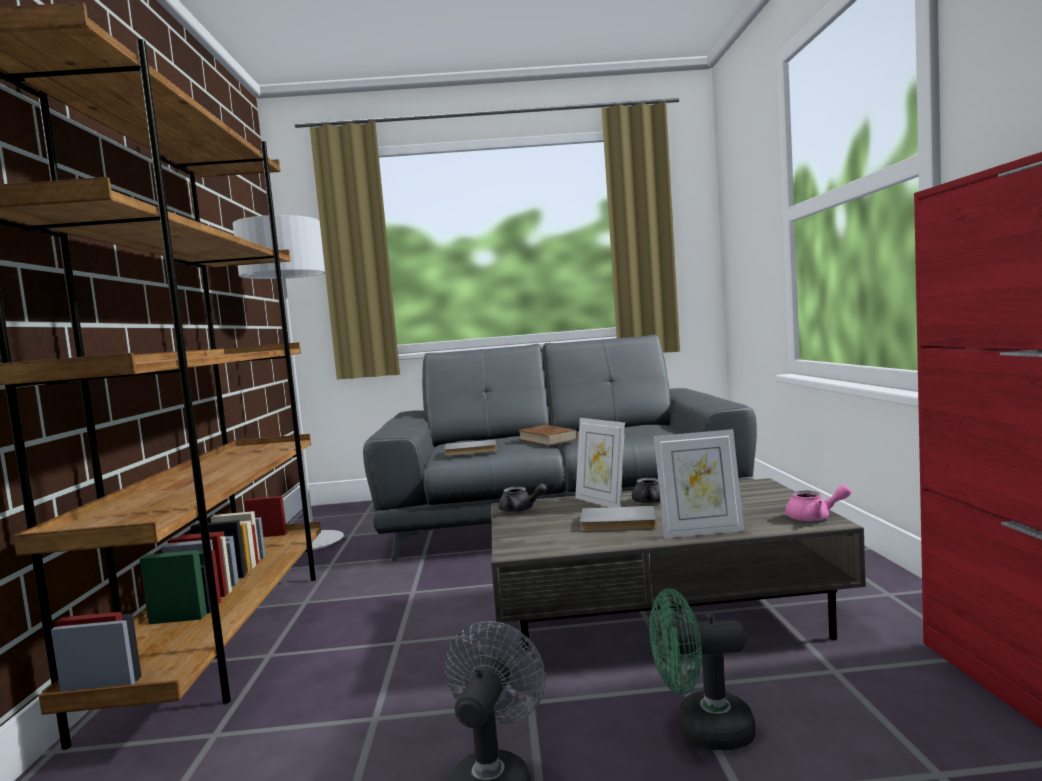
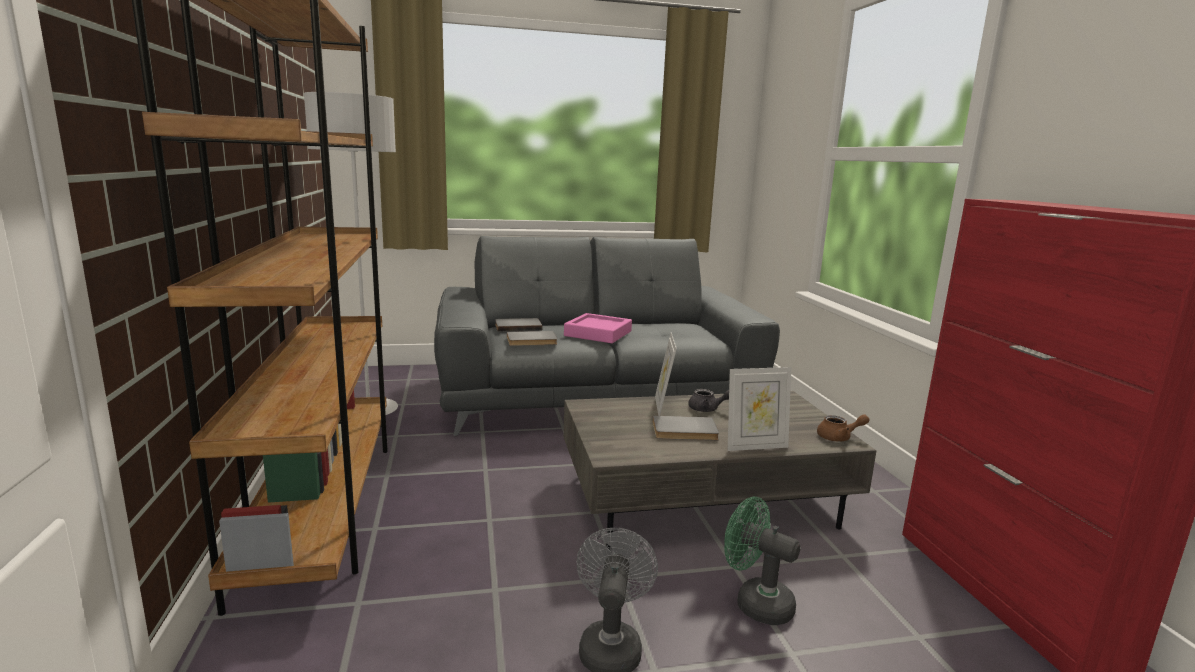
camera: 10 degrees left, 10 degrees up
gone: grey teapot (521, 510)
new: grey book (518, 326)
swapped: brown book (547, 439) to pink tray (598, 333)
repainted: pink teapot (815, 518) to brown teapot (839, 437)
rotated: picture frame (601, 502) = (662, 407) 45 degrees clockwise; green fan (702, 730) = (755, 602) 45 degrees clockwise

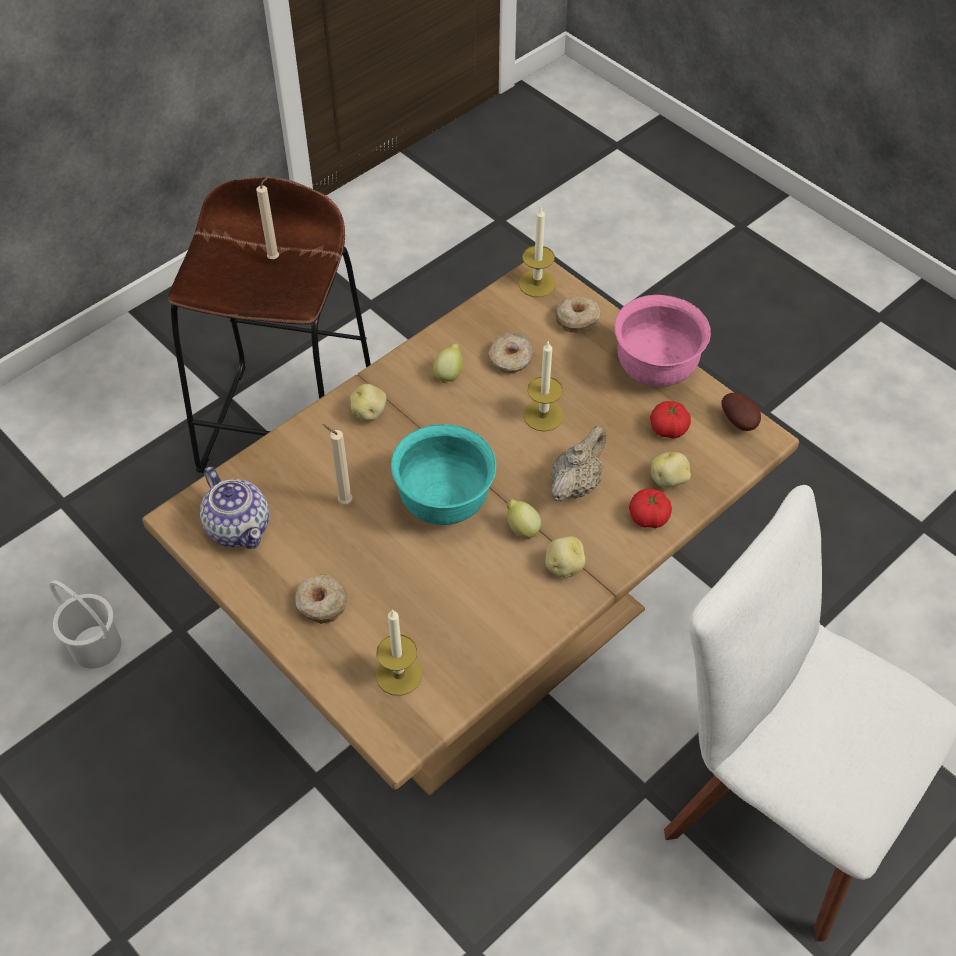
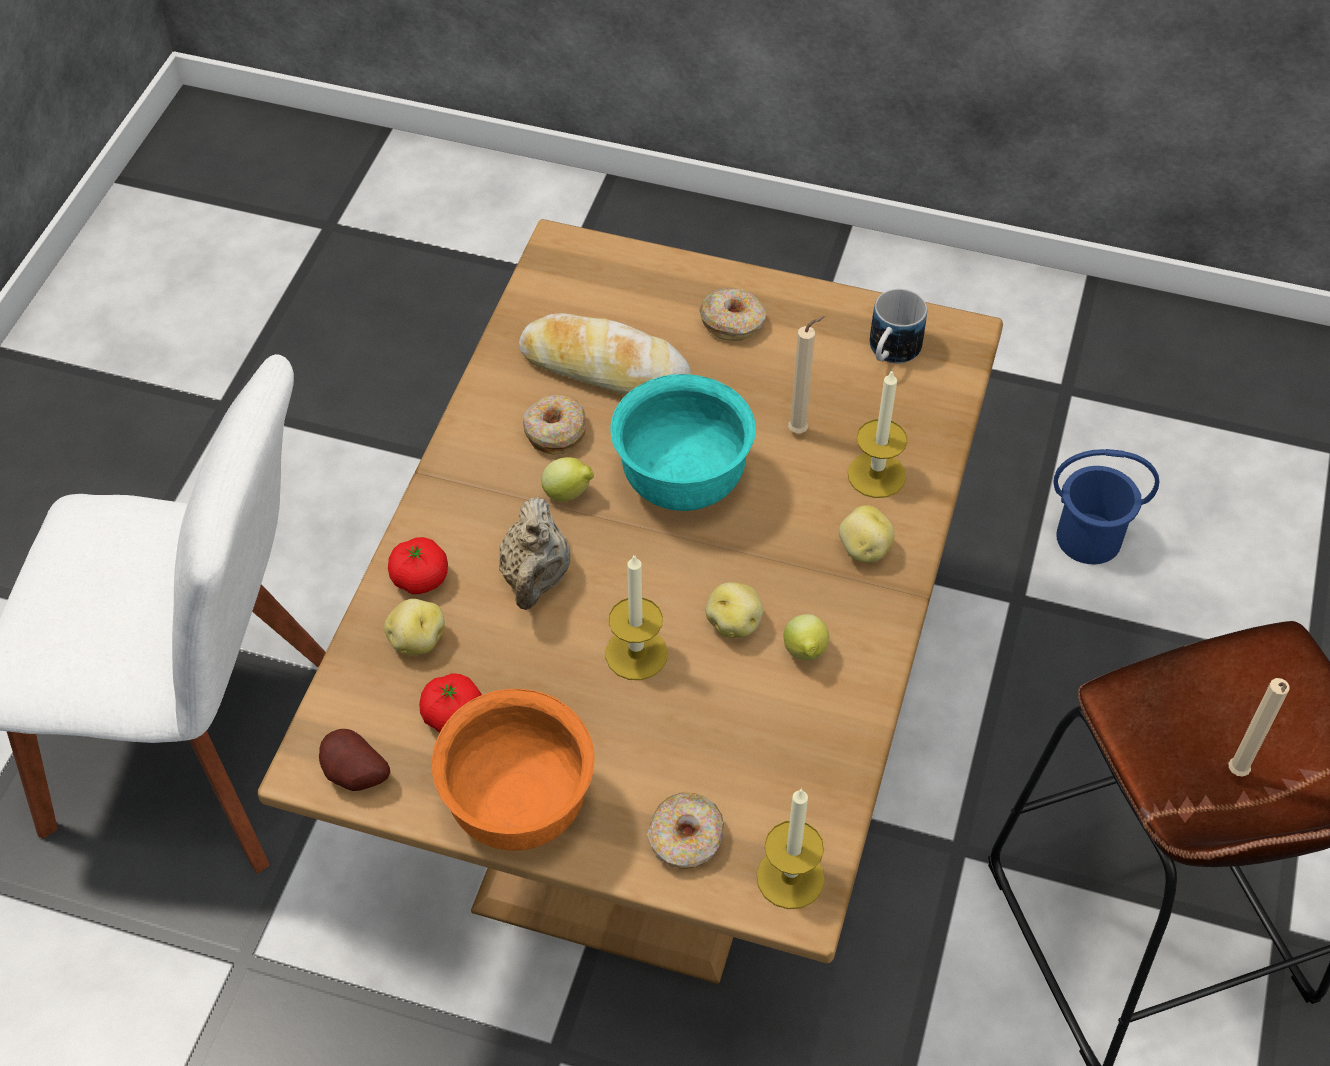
camera: 150 degrees right, 0 degrees up
new: bread (604, 368)
shifted: candle (399, 674) to (876, 475); donut (511, 359) to (555, 431); potato (563, 566) to (734, 623)
swapped: teapot (238, 526) to mug (890, 353)
repainted: white bucket (96, 645) to blue bucket (1089, 539); pink bowl (656, 369) to orange bowl (518, 807)

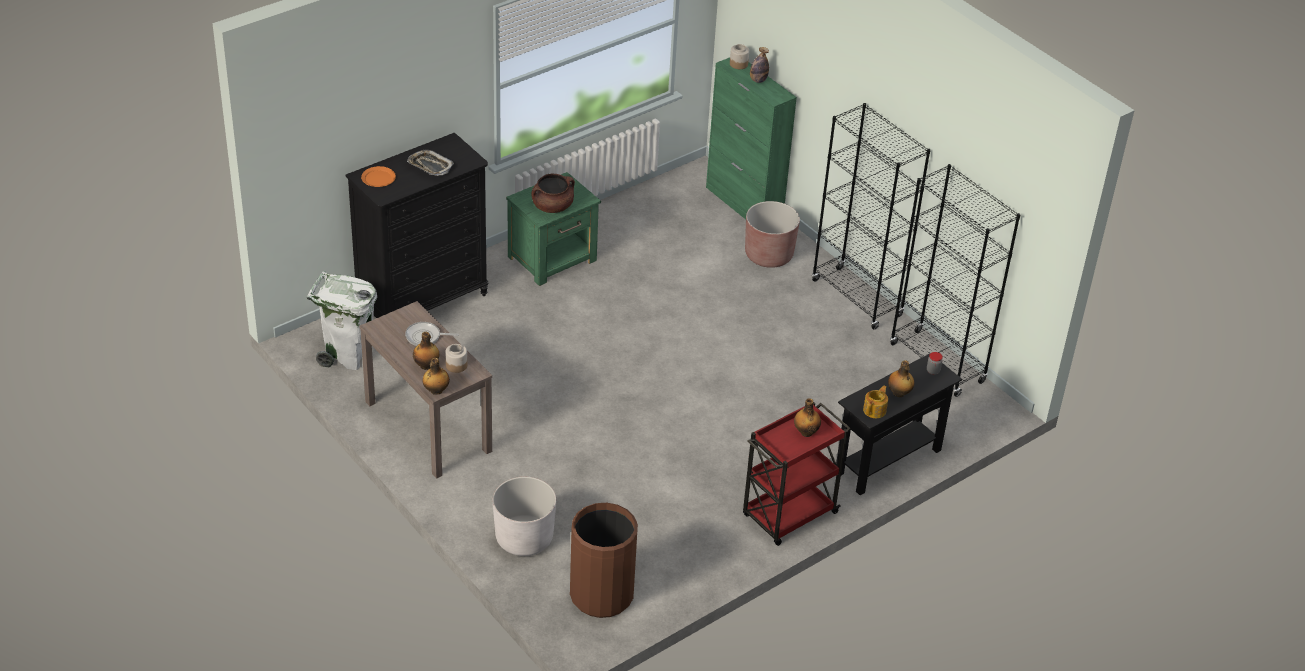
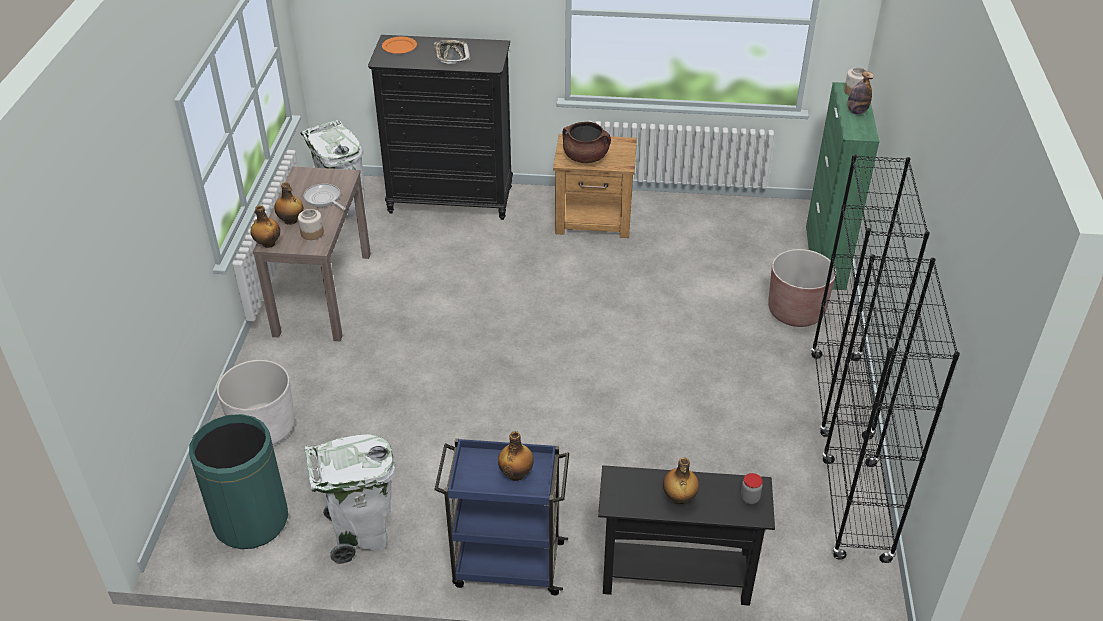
camera: 45 degrees right, 0 degrees up
gone: teapot (875, 410)
new: white trash can (361, 534)
repainted: green nightstand (553, 258) to brown nightstand (594, 219); brown trash can (601, 595) to green trash can (251, 521); red cart (788, 515) to blue cart (506, 564)

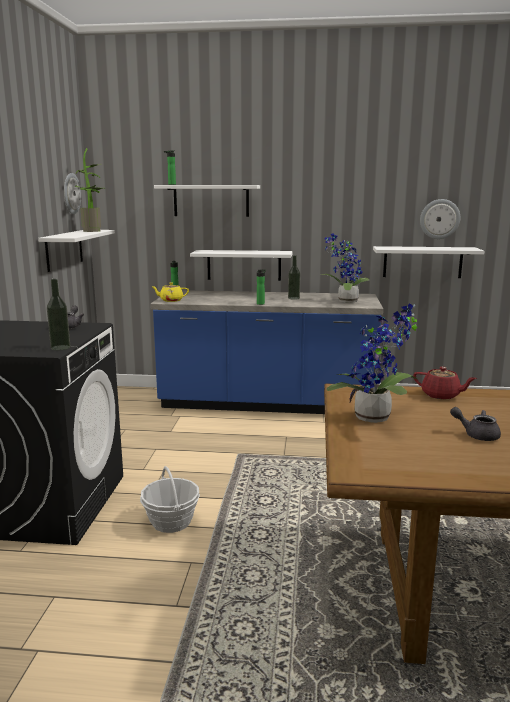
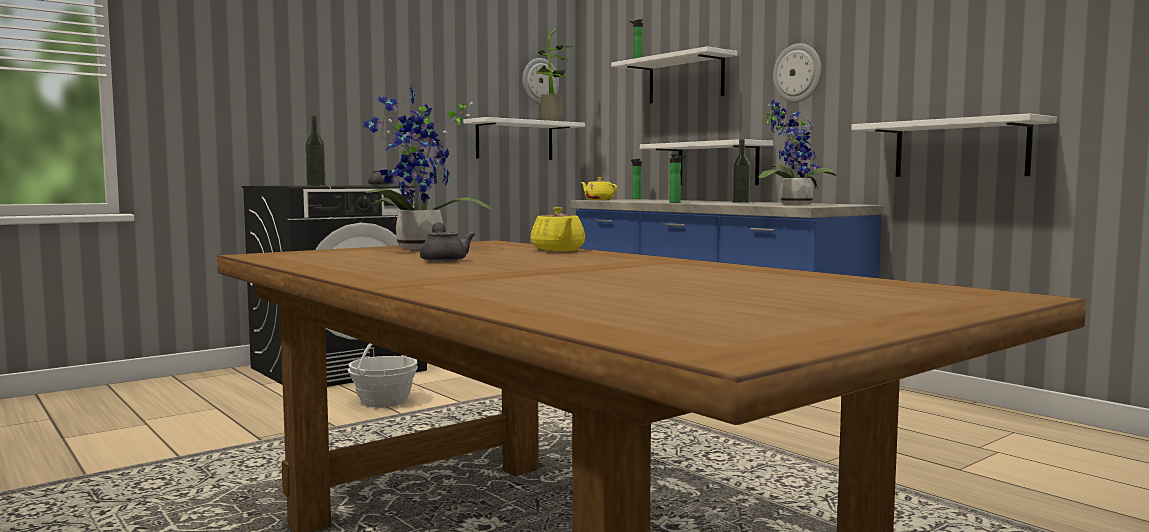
camera: 45 degrees right, 10 degrees down
shifted: wall clock (439, 219) to (798, 73)
repainted: red teapot (441, 395) to yellow teapot (558, 250)

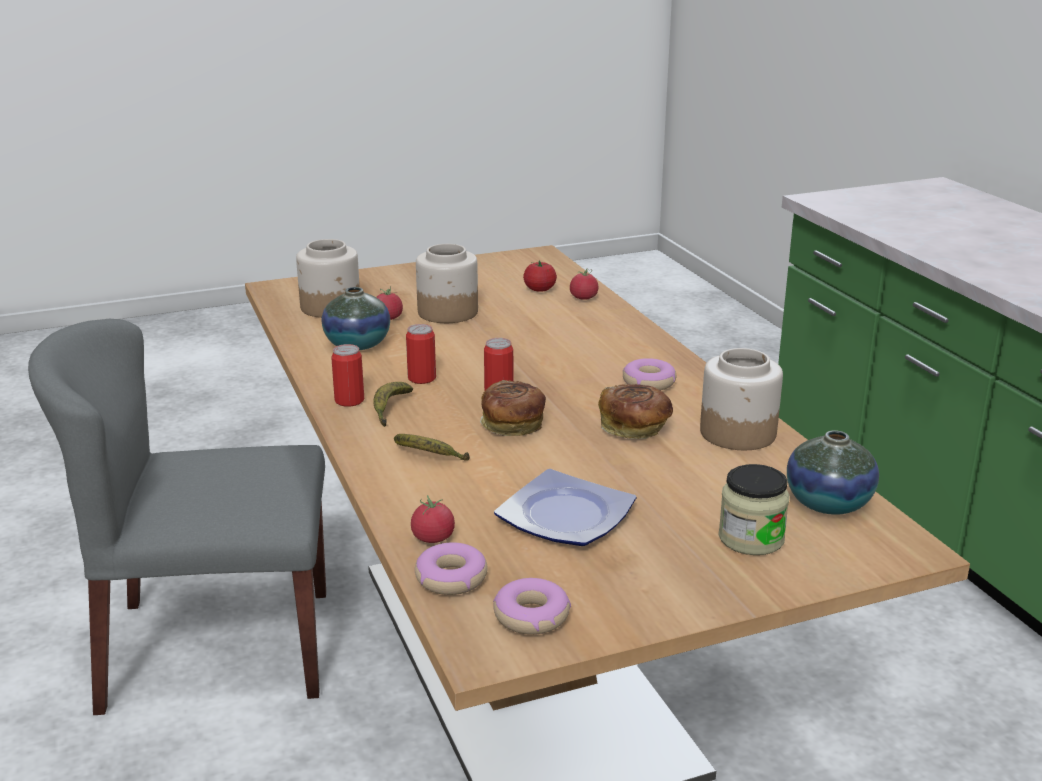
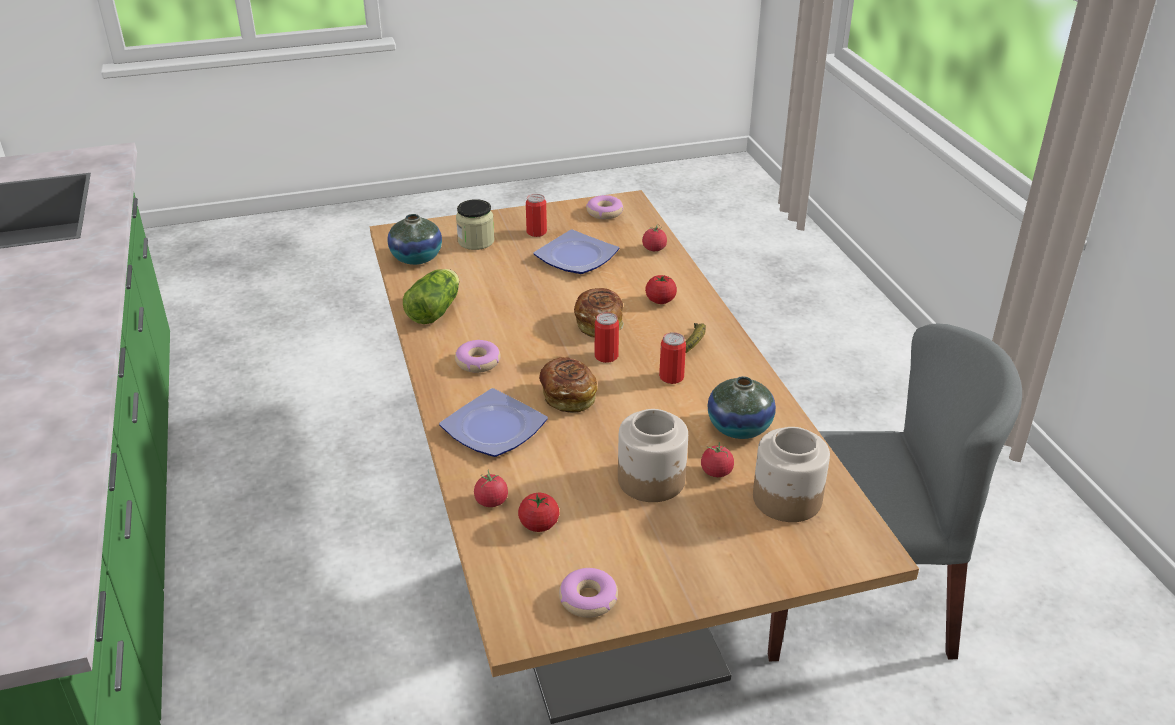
camera: 175 degrees left, 10 degrees up
new: plate (491, 429)
shifted: can (349, 400) to (536, 232); donut (451, 578) to (588, 599); bread (634, 428) to (568, 396)
swapped: banana (428, 457) to tomato (660, 300); jar (738, 433) to lettuce (436, 309)

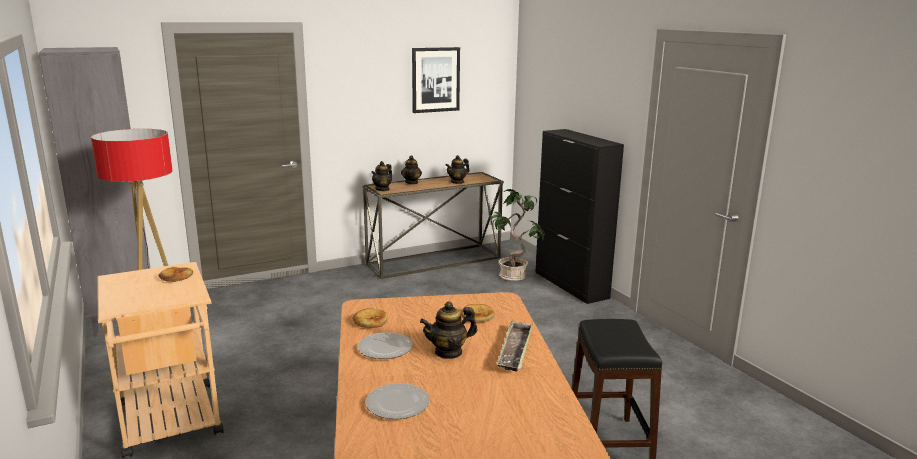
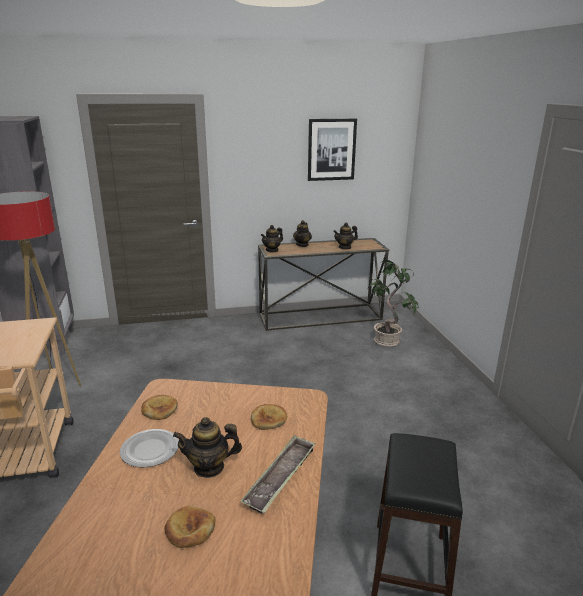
camera: 15 degrees right, 5 degrees up
gone: plate (398, 403); black cabinet (571, 285)
shifted: bread (176, 277) to (190, 529)

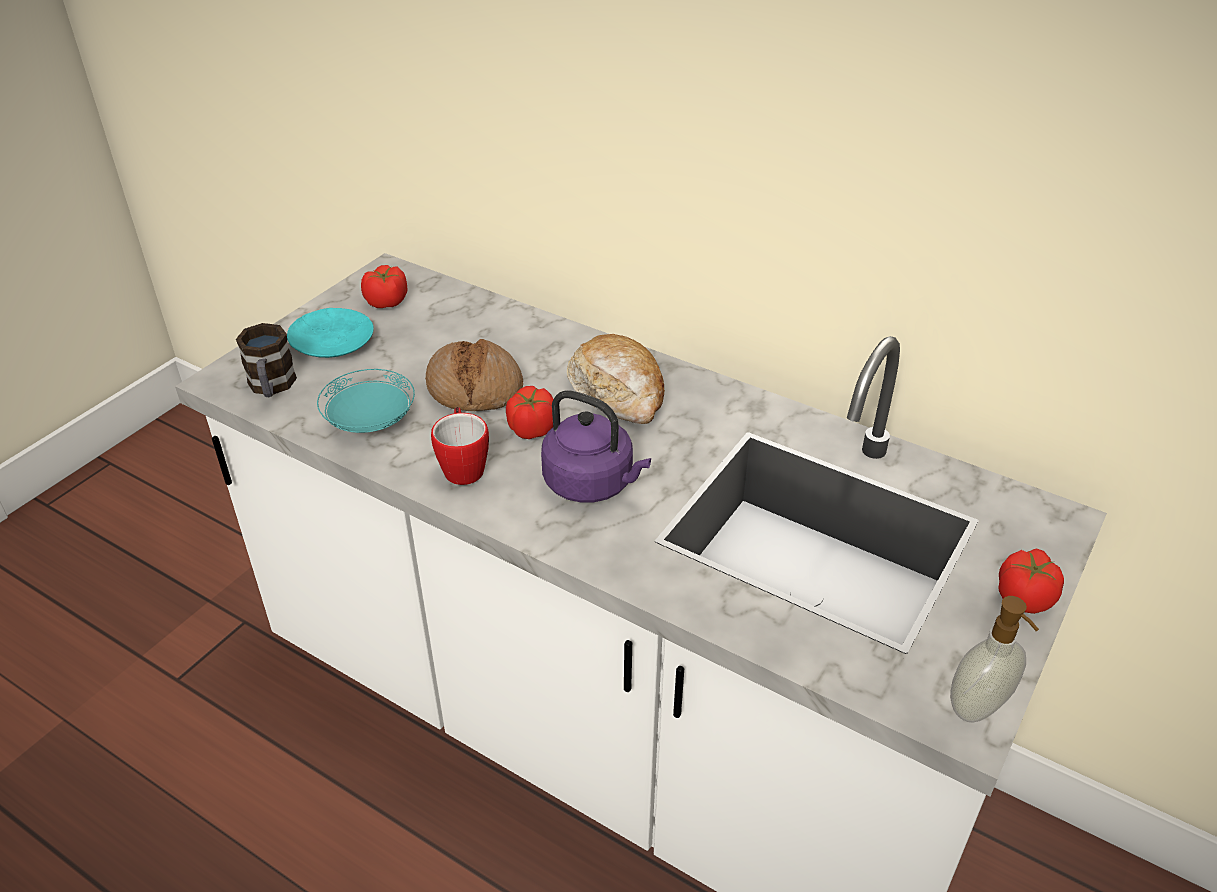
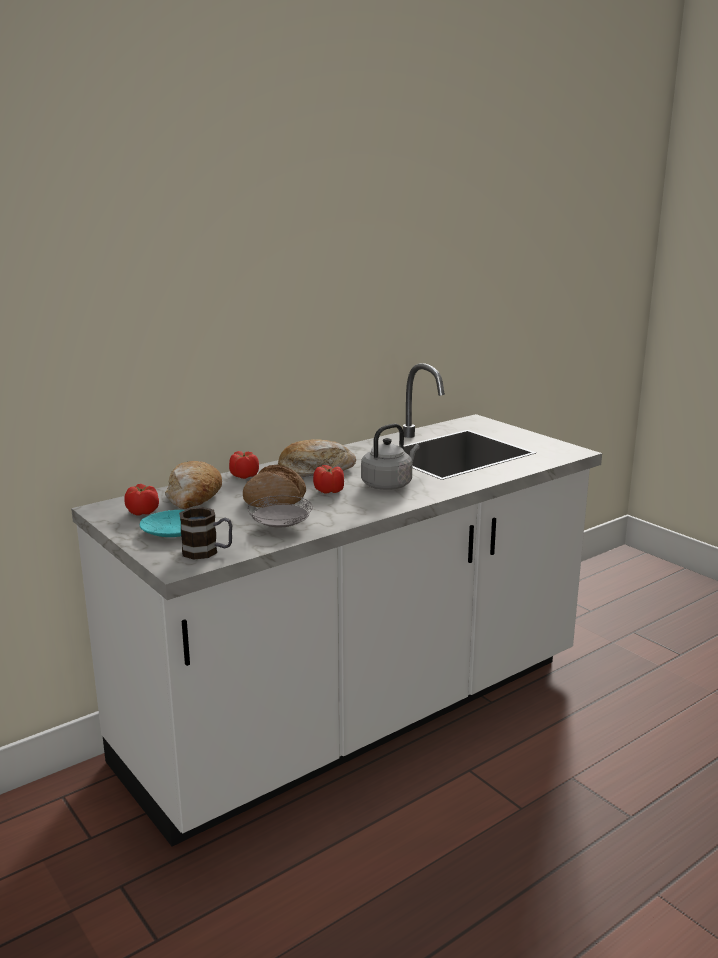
camera: 70 degrees left, 20 degrees down
gone: mug (463, 466); soap dispenser (979, 708)
new: bread (193, 497)
shifted: tomato (1024, 597) to (244, 476)
repainted: turquoise plate (371, 421) to grey plate (280, 527); purple kettle (592, 484) to grey kettle (389, 484)

